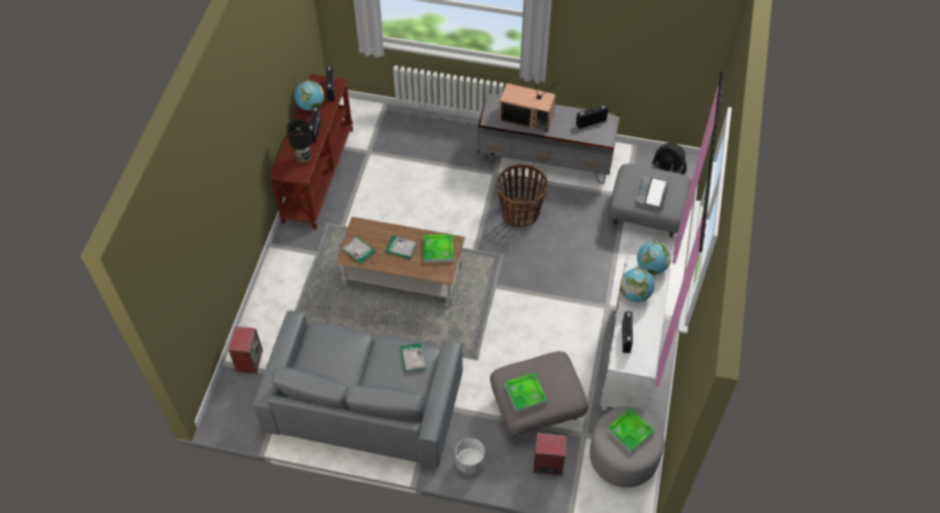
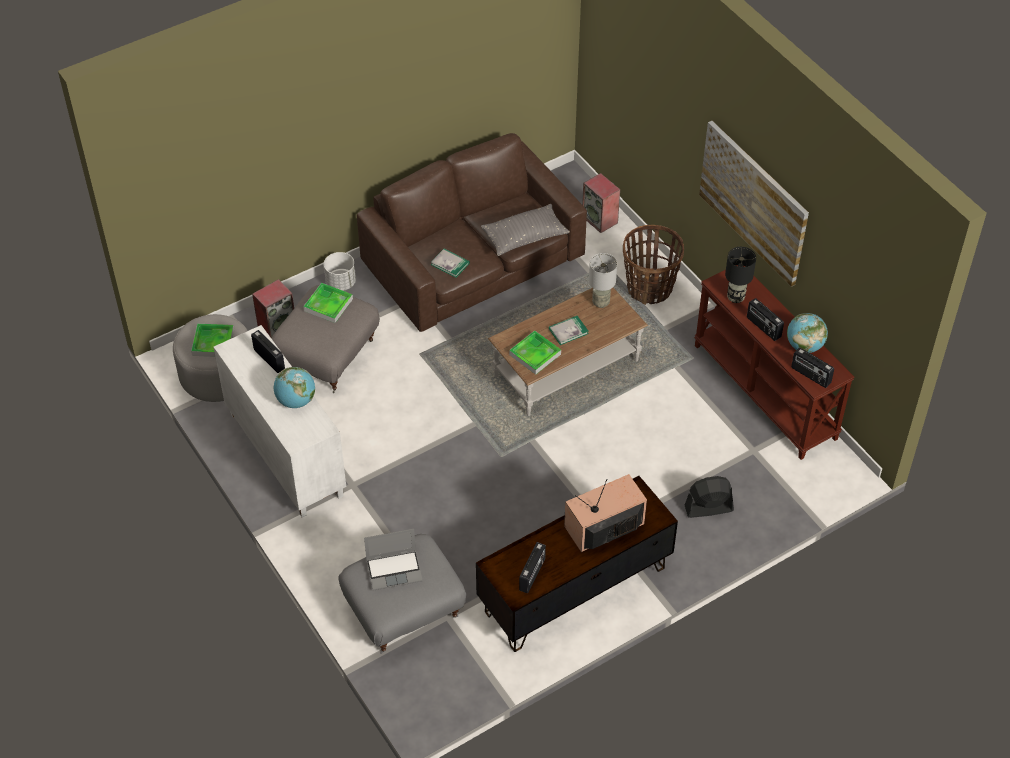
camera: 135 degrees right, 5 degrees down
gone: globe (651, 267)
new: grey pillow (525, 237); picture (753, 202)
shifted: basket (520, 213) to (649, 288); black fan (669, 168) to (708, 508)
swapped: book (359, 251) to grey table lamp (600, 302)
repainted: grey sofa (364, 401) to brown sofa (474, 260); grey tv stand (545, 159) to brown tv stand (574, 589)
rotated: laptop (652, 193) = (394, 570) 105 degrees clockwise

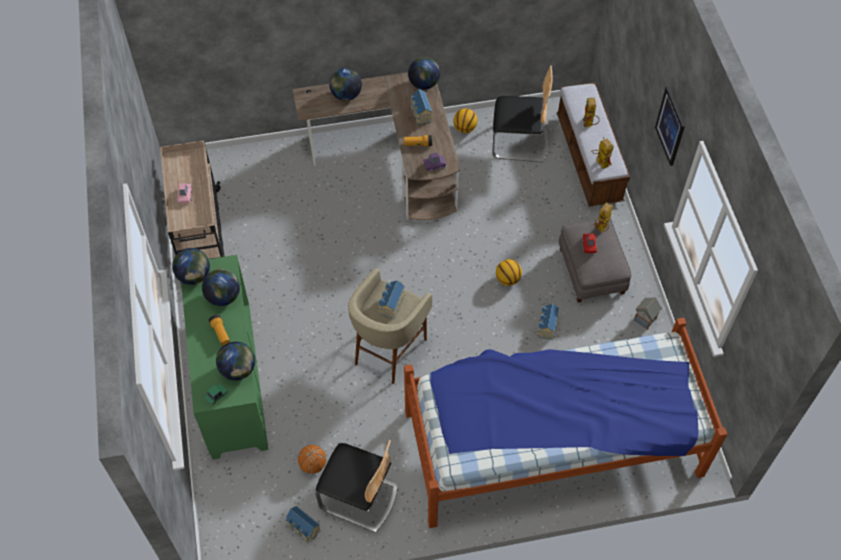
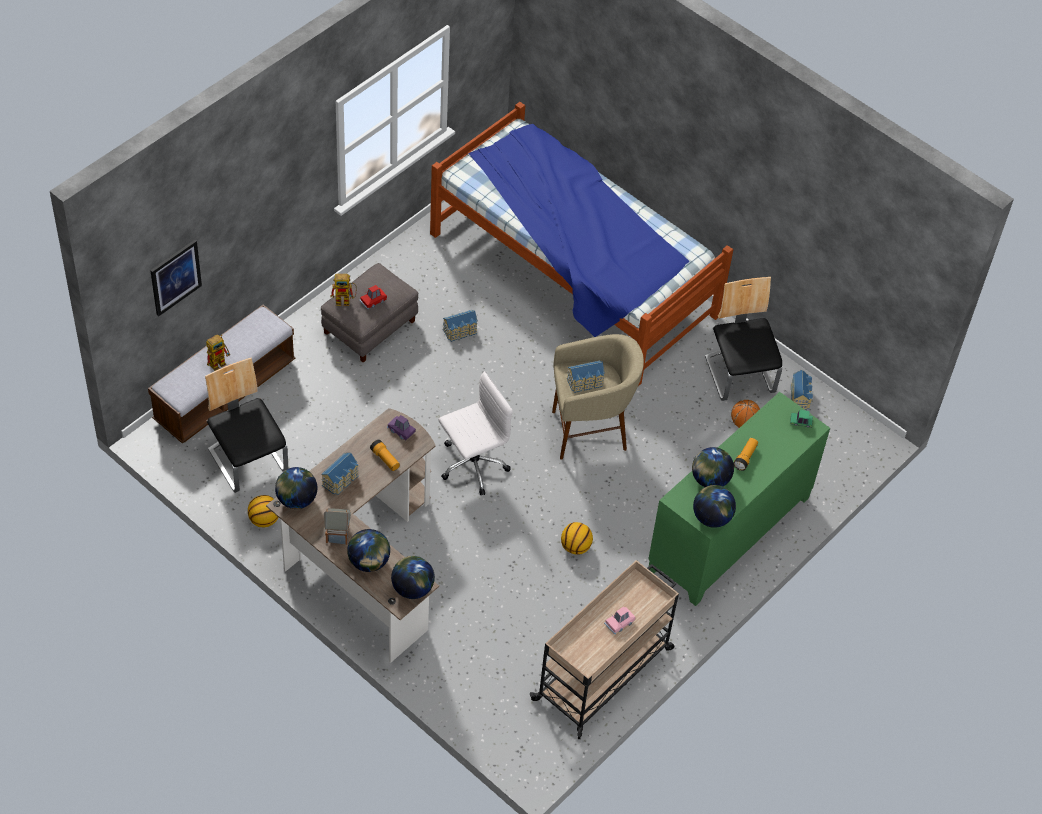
camera: 130 degrees left, 5 degrees down
gone: toy robot (600, 162)
new: white office chair (472, 465)
shifted: globe (238, 370) to (412, 588); basketball (508, 279) to (575, 547); toy house (644, 320) to (338, 534); picture (670, 126) to (175, 277)

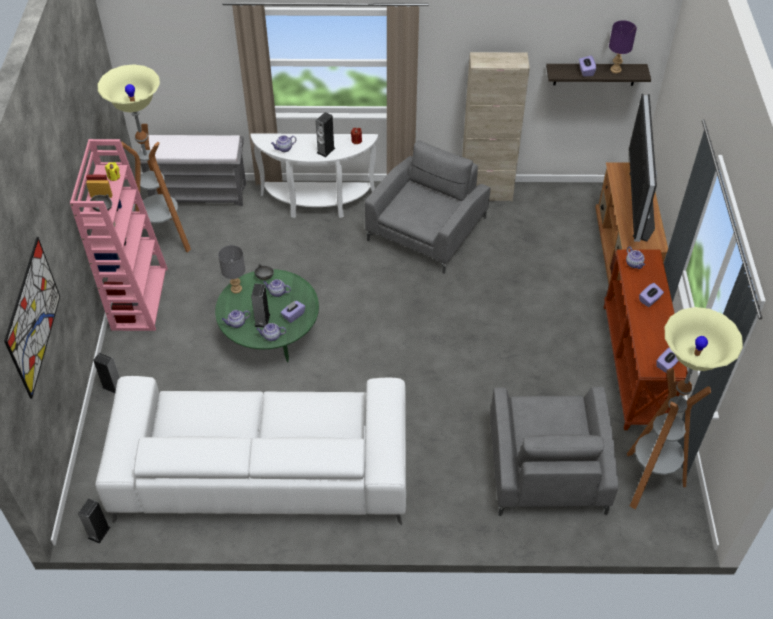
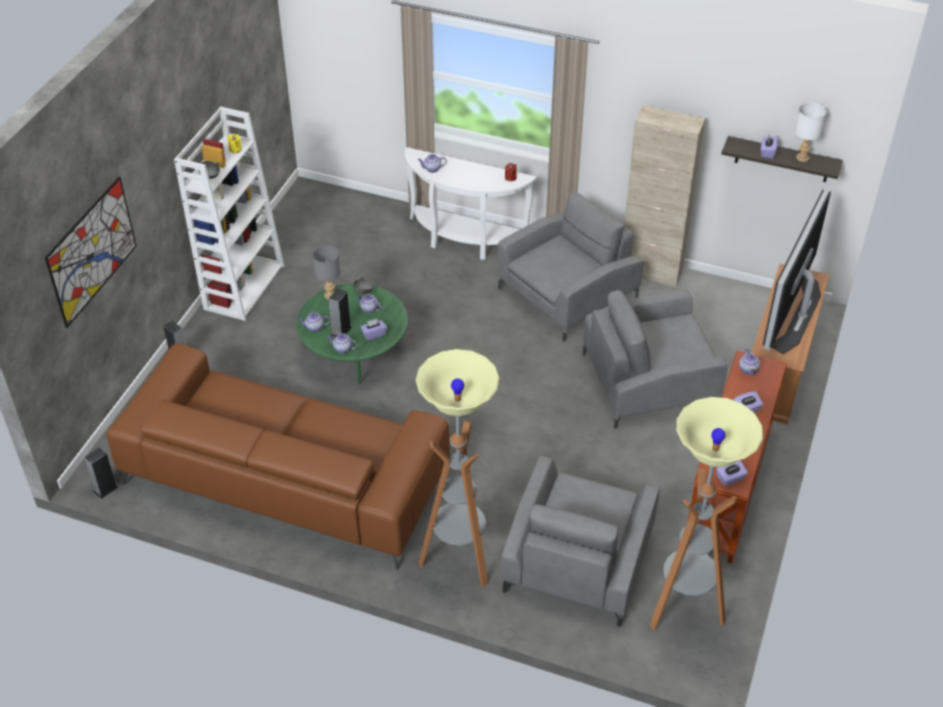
camera: 20 degrees right, 5 degrees down
gone: grey bench (199, 194); speaker (326, 150)
new: grey armchair (649, 381)
shifted: floor lamp (165, 240) to (459, 559)
repainted: pink bookcase (139, 298) to white bookcase (244, 286); white sofa (262, 470) to brown sofa (285, 478); purple table lamp (615, 70) to white table lamp (802, 158)

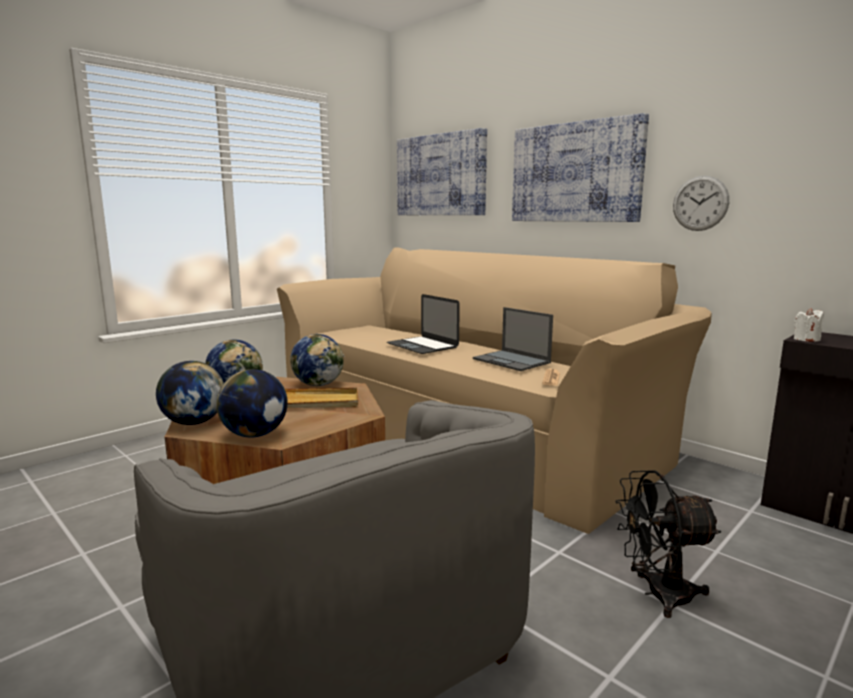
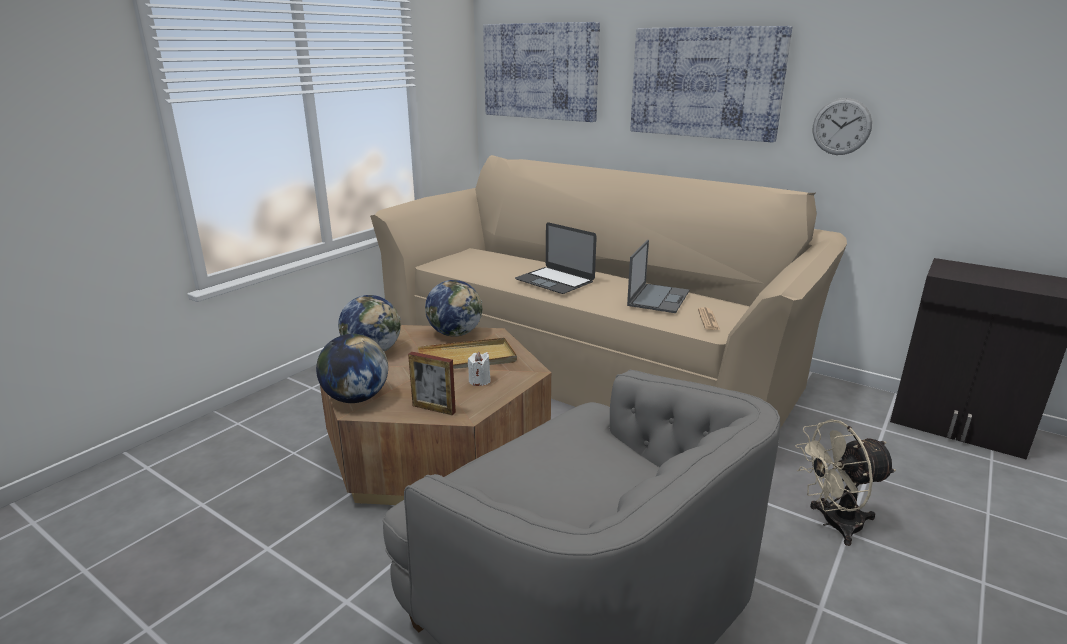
camera: 10 degrees left, 10 degrees up
shifted: white candle (806, 339) to (479, 381)
swapped: globe (255, 435) to picture frame (434, 409)
repainted: black fan (658, 594) to beige fan (833, 524)
rotated: laptop (512, 361) = (658, 298) 105 degrees counterclockwise

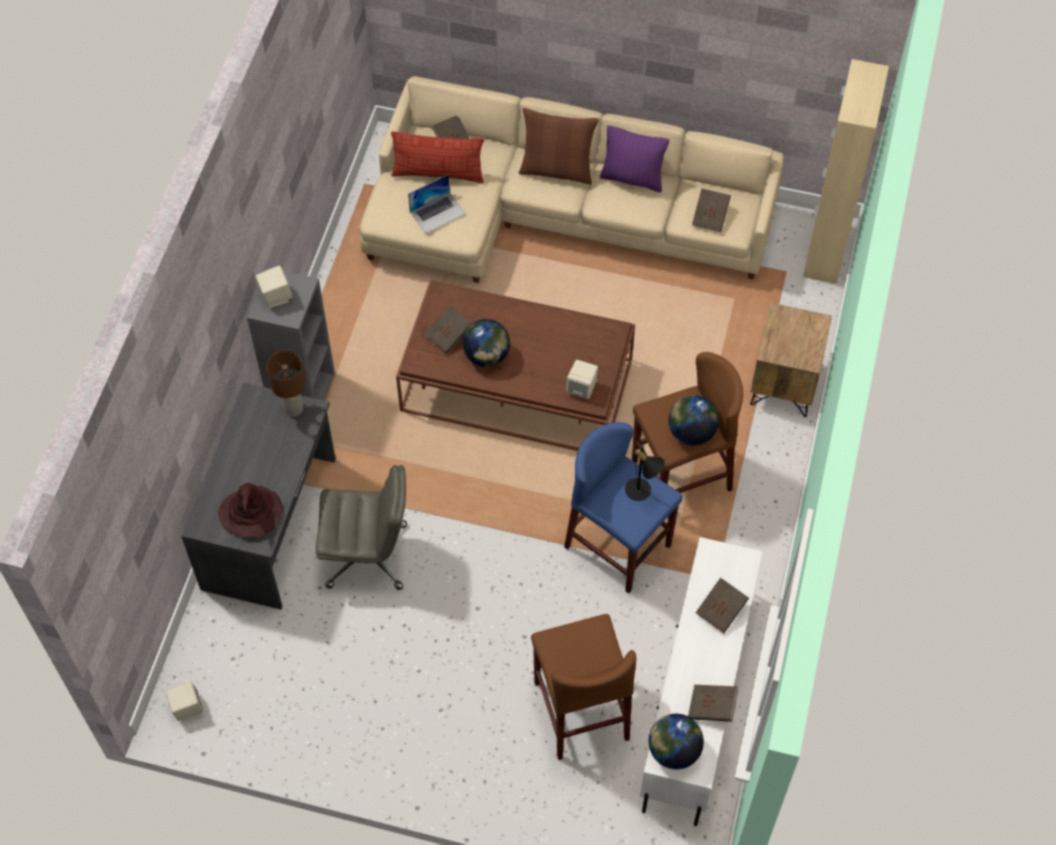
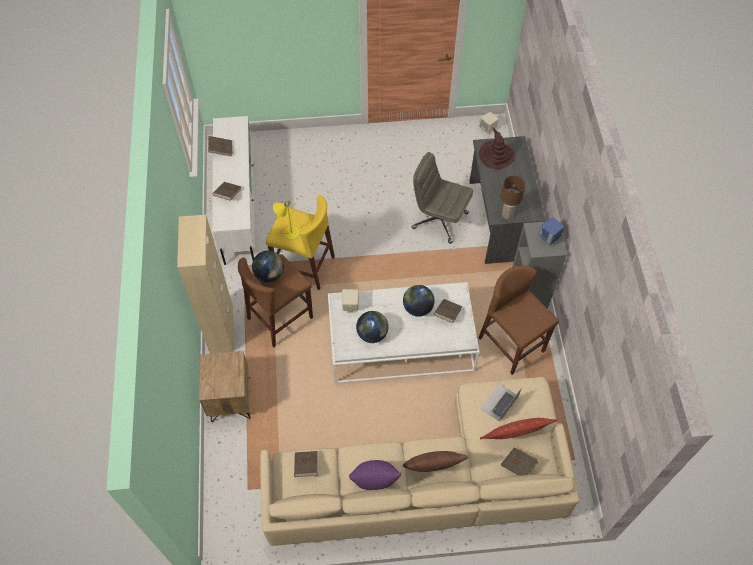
camera: 160 degrees right, 0 degrees up
shifted: brown stool (581, 710) to (511, 345); globe (673, 751) to (372, 334); beige cabinet (826, 250) to (221, 329)
repainted: beige speaker (275, 297) to blue speaker (549, 237); brown coffee table (518, 385) to white coffee table (400, 342); blue stool (618, 546) to yellow stool (304, 266); black table lamp (642, 492) to yellow table lamp (288, 232)
rotated: grey office chair (368, 555) = (439, 220) 45 degrees clockwise

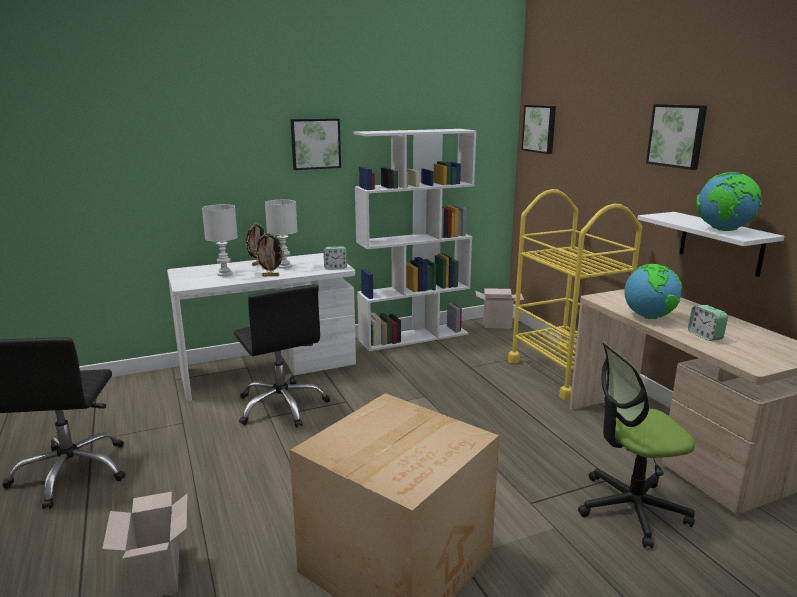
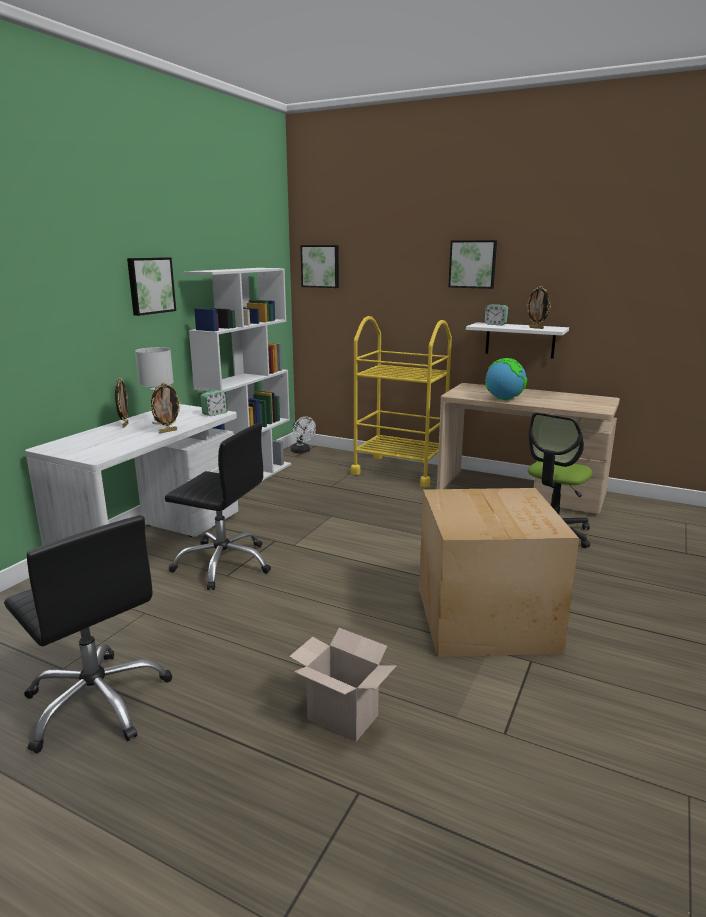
camera: 40 degrees left, 0 degrees up
gone: white table lamp (224, 274)
shifted: alarm clock (705, 336) to (495, 324)
swapped: cardboard box (498, 324) to white fan (302, 451); globe (723, 230) to picture frame (536, 328)

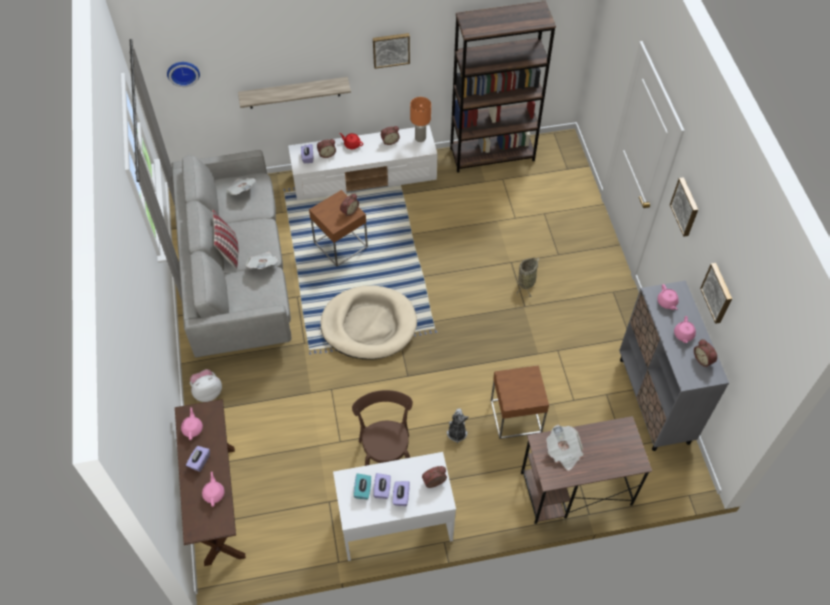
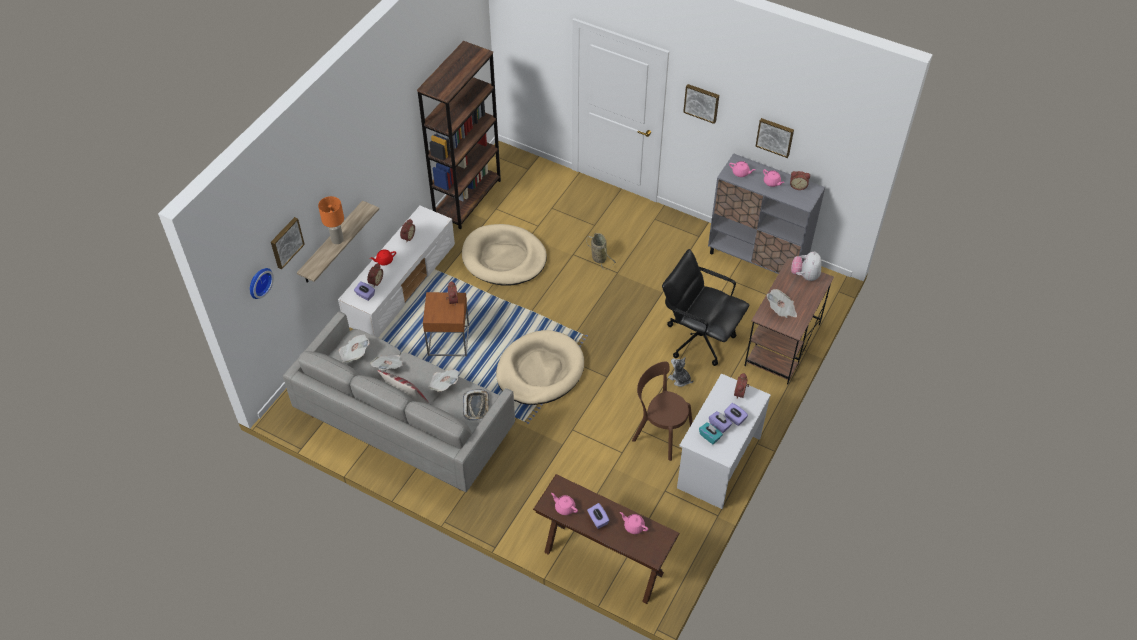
camera: 50 degrees left, 5 degrees down
new: newspaper (389, 367); beige dog bed (504, 258); tray (476, 406)
shifted: plush toy (207, 392) to (805, 275); picture (391, 49) to (286, 242); orange table lamp (420, 138) to (337, 240)
swapped: brown side table (516, 416) to black office chair (699, 338)

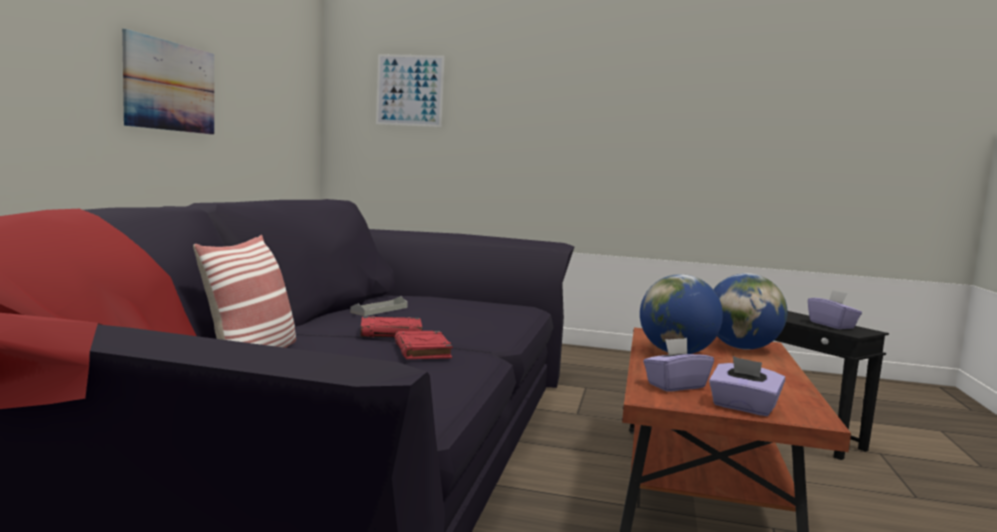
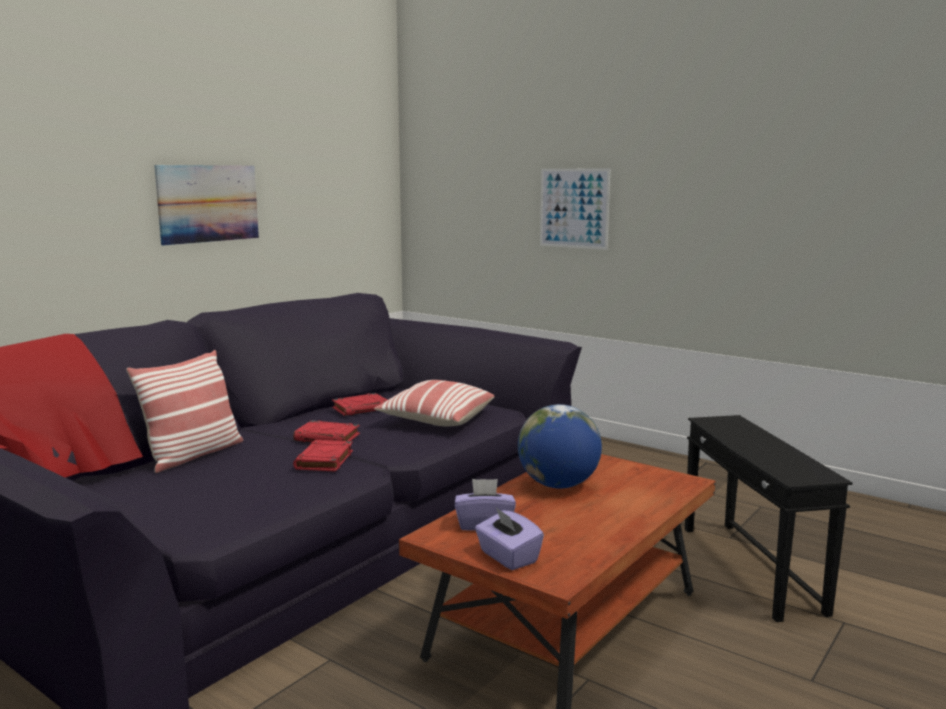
camera: 25 degrees right, 5 degrees up
gone: globe (742, 348); purple tissue box (832, 325)
new: pillow (436, 420)
shifted: picture (409, 90) to (574, 208)
swapped: grey tray (379, 310) to red book (361, 408)

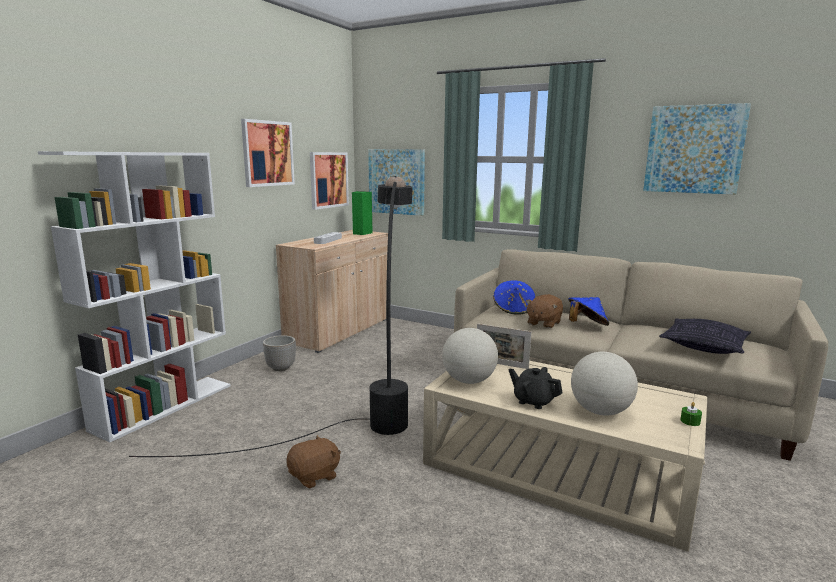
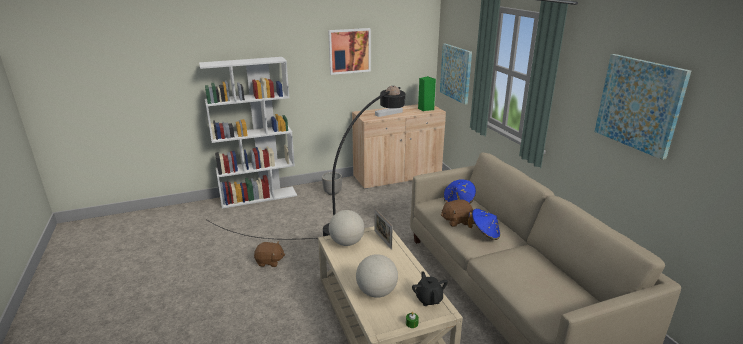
camera: 40 degrees right, 10 degrees up
gone: picture (328, 180); pillow (704, 347)
shifted: black teapot (533, 401) to (429, 299)

